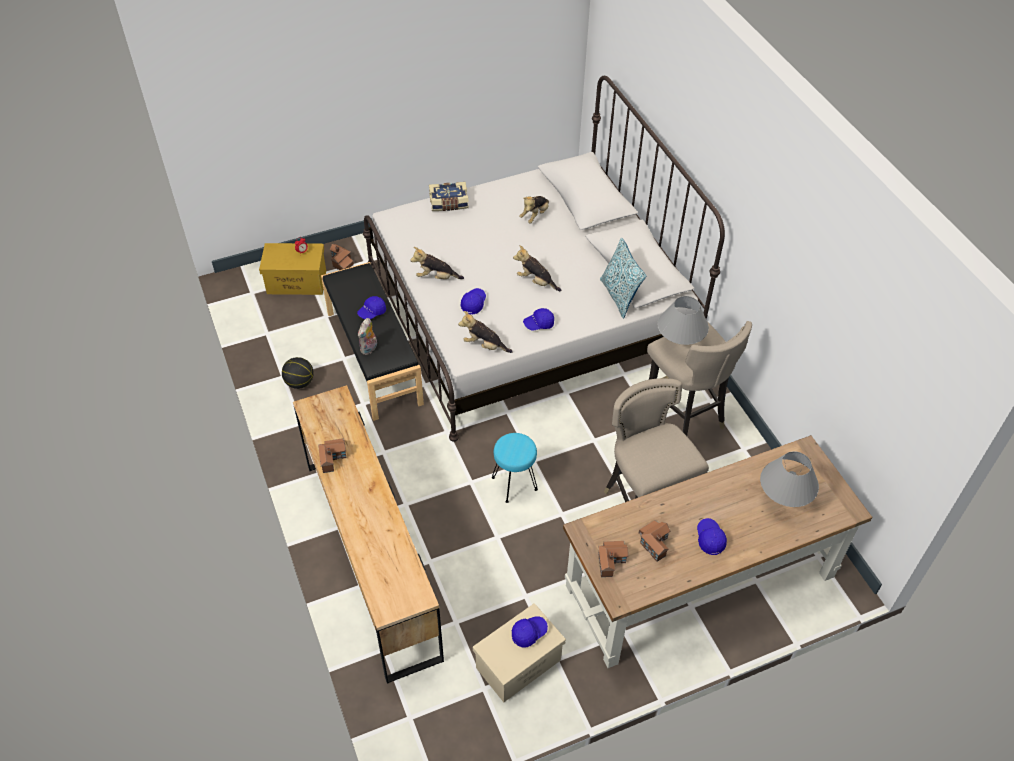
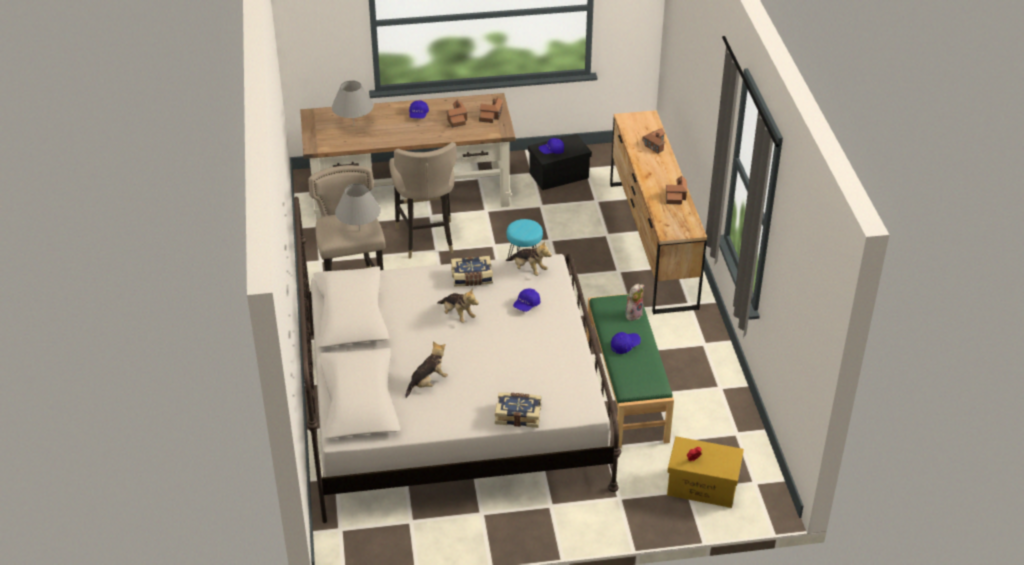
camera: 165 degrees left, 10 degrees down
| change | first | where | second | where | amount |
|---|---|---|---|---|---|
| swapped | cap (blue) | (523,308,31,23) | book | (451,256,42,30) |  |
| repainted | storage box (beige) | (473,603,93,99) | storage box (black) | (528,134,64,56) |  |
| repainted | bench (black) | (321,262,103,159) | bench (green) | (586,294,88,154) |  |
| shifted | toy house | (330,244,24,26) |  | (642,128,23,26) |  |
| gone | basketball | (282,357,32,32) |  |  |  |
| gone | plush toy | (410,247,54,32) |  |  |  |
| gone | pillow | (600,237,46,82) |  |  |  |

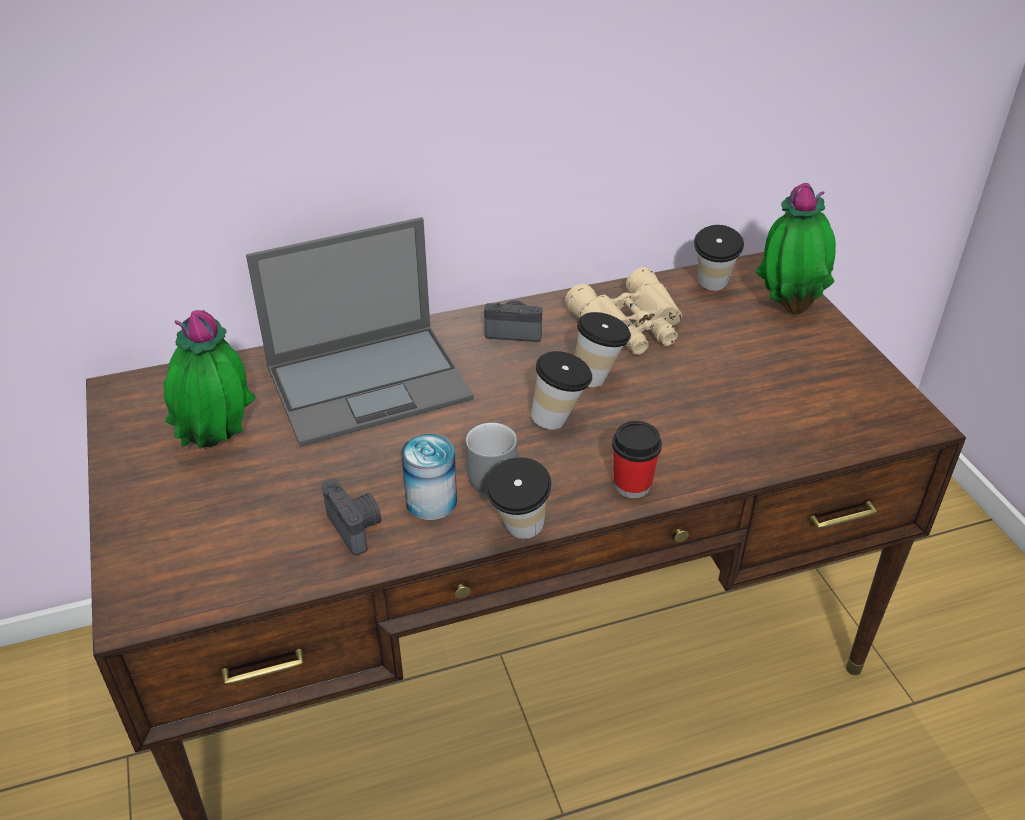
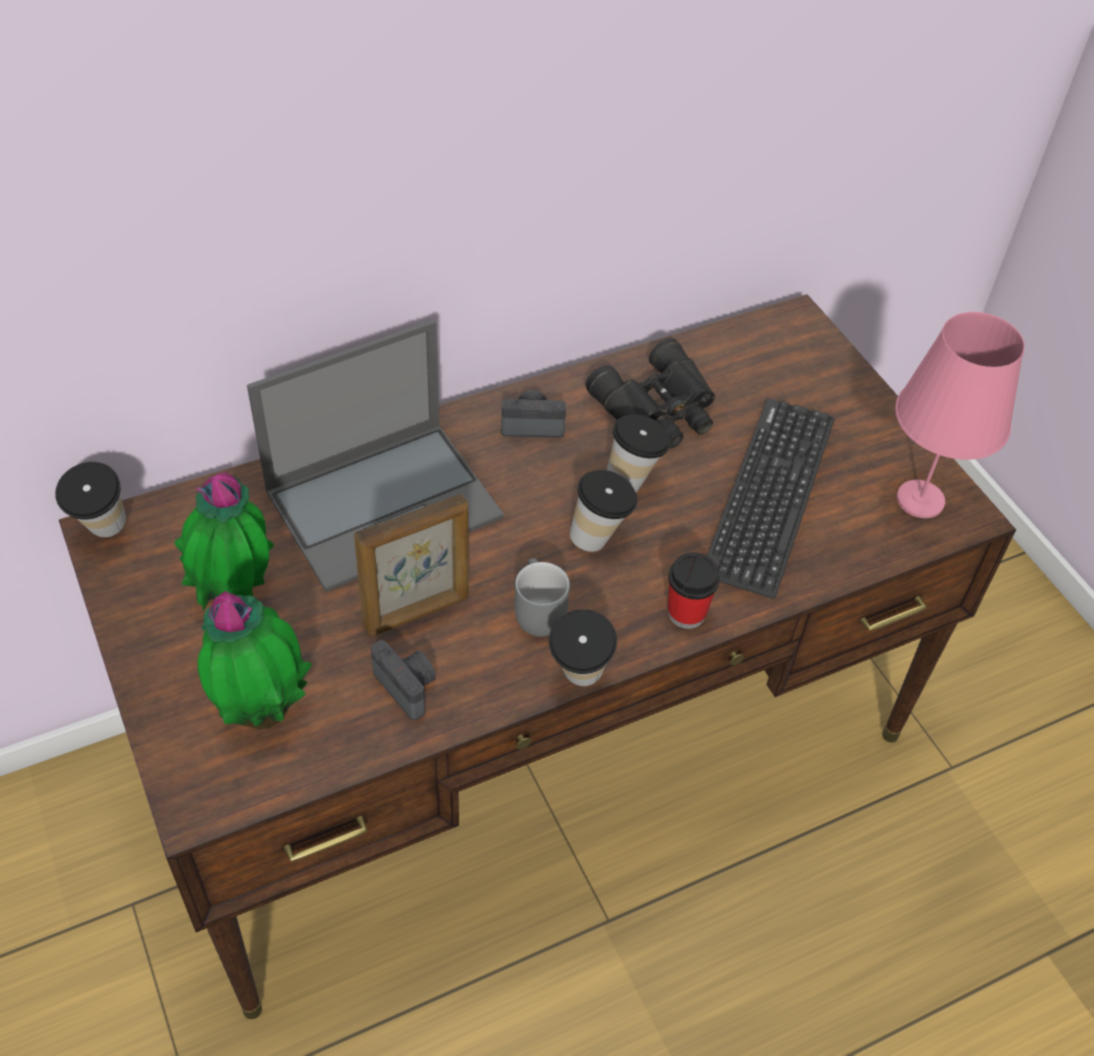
camera: 10 degrees left, 10 degrees up
| change | first | where | second | where | amount |
|---|---|---|---|---|---|
| shifted | cup | (694,225,50,66) |  | (55,462,71,75) |  |
| shifted | potted plant | (755,183,81,131) |  | (198,591,114,138) |  |
| new |  |  | picture frame | (354,494,115,143) |  |
| repainted | binoculars (beige) | (565,267,117,88) | binoculars (black) | (586,338,129,110) |  |
| new |  |  | keyboard | (707,399,127,200) |  |
| new |  |  | table lamp (pink) | (895,312,130,206) |  |
| gone | can | (401,434,56,86) |  |  |  |

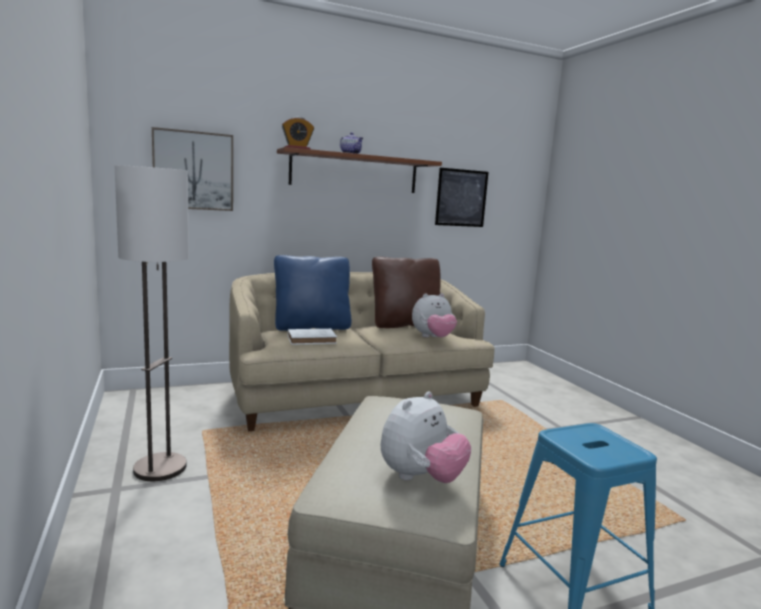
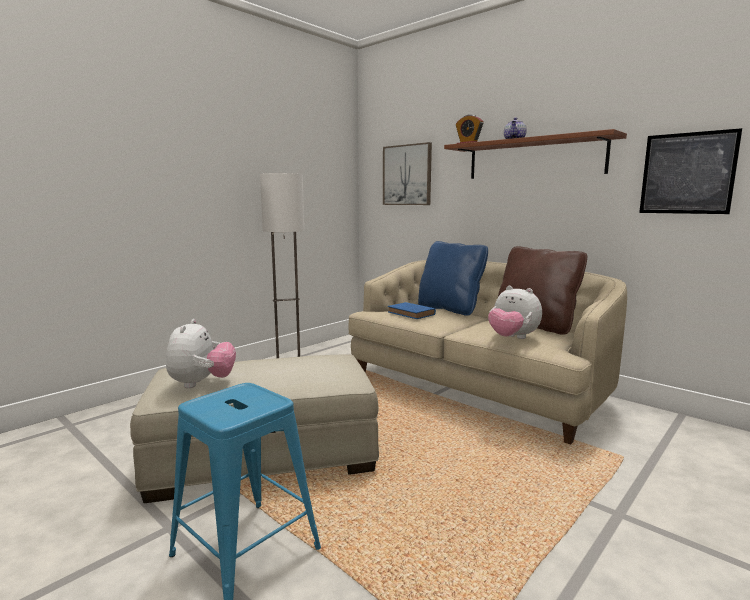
camera: 65 degrees right, 0 degrees up
| change | first | where | second | where | amount |
|---|---|---|---|---|---|
| rotated | plush toy | (381,391,90,92) |  | (166,319,70,69) | 105 degrees counterclockwise |
| repainted | book (white) | (288,329,49,16) | book (blue) | (388,302,48,17) |  |

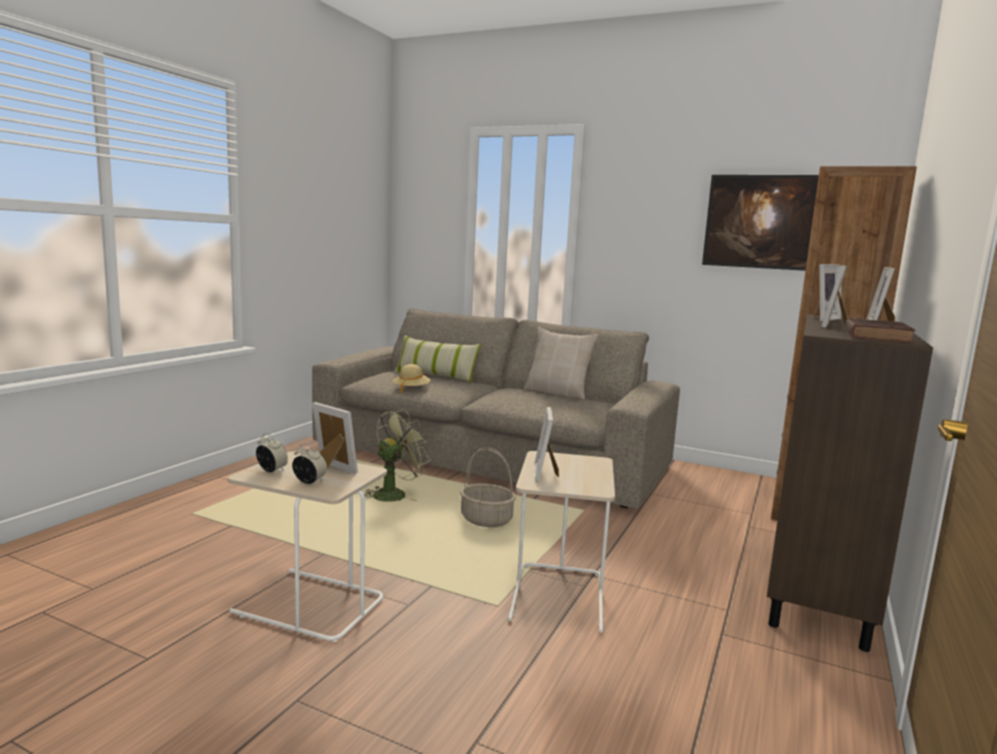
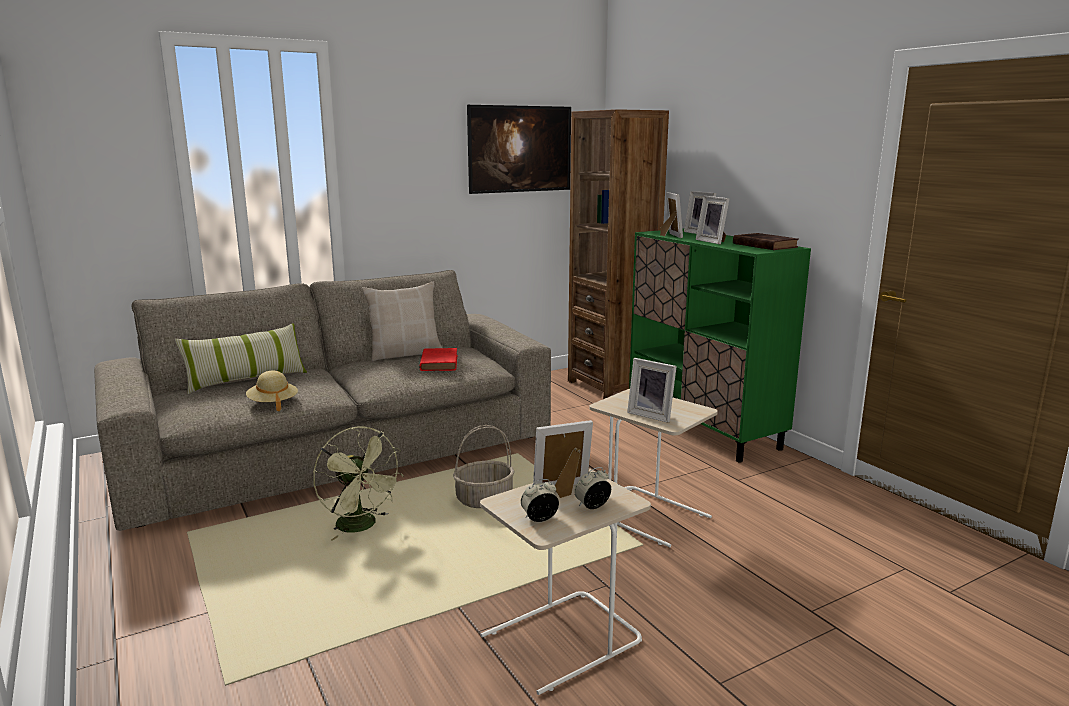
camera: 55 degrees left, 5 degrees up
| change | first | where | second | where | amount |
|---|---|---|---|---|---|
| rotated | fan (green) | (365,409,66,92) |  | (313,427,91,114) | 150 degrees clockwise |
| new |  |  | book (red) | (419,348,38,23) |  |
| repainted | cabinet (brown) | (767,314,166,338) | cabinet (green) | (629,229,182,234) |  |

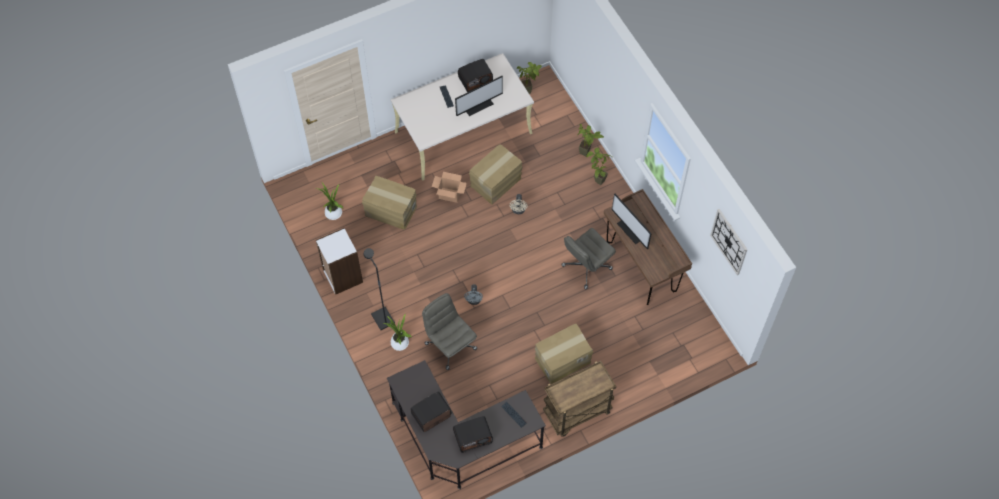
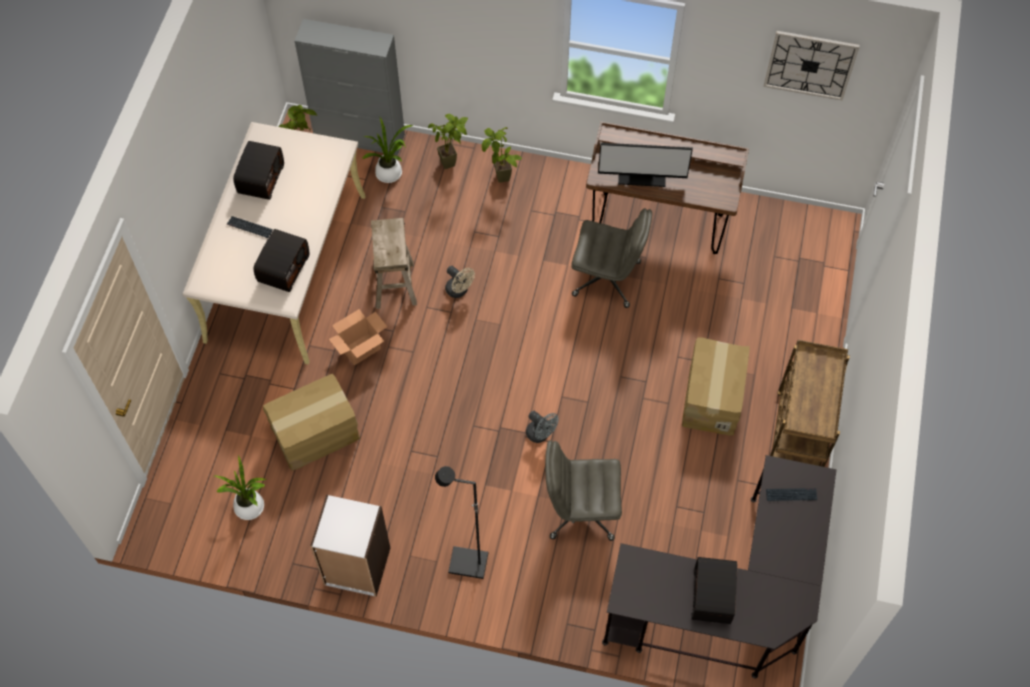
camera: 50 degrees left, 0 degrees up
| change | first | where | second | where | amount |
|---|---|---|---|---|---|
| shifted | radio | (453,416,40,37) |  | (253,229,56,63) |  |
| new |  |  | cabinet (grey) | (294,19,111,137) |  |
| shifted | potted plant | (384,315,27,36) |  | (362,118,51,65) |  |
| swapped | cardboard box | (469,144,53,60) | stool (beige) | (371,218,46,91) |  |
| rotated | office chair (grey) | (561,228,55,61) |  | (571,208,81,100) | 75 degrees counterclockwise |
| gone | monitor | (455,76,48,40) |  |  |  |

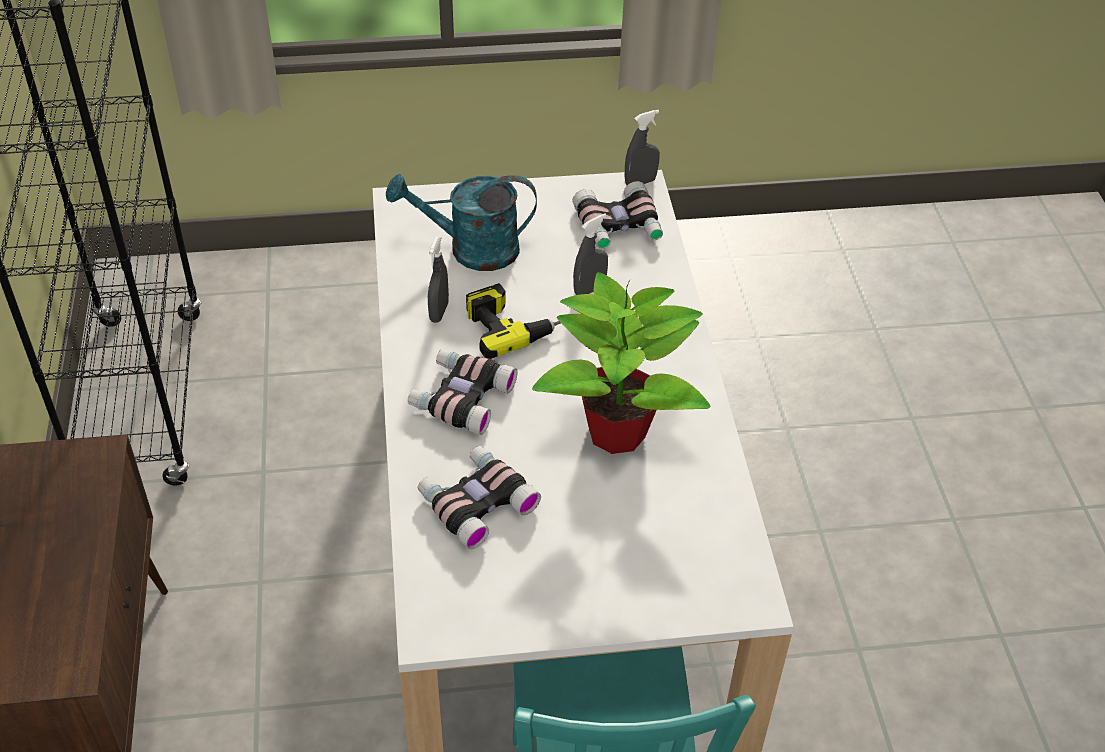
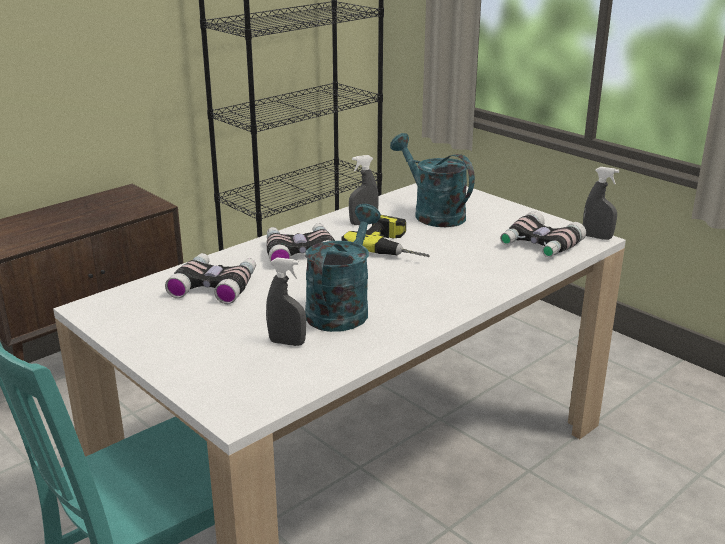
camera: 55 degrees right, 20 degrees down
| change | first | where | second | where | amount |
|---|---|---|---|---|---|
| shifted | spray bottle (grey) | (573,213,35,82) |  | (266,257,40,89) |  |
| swapped | potted plant | (532,272,178,182) | watering can (turquoise) | (305,204,76,128) |  |

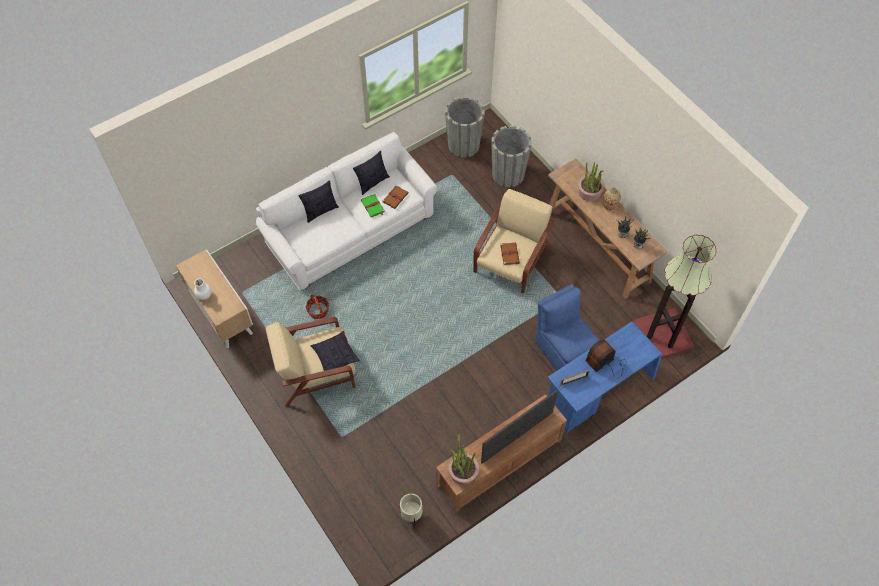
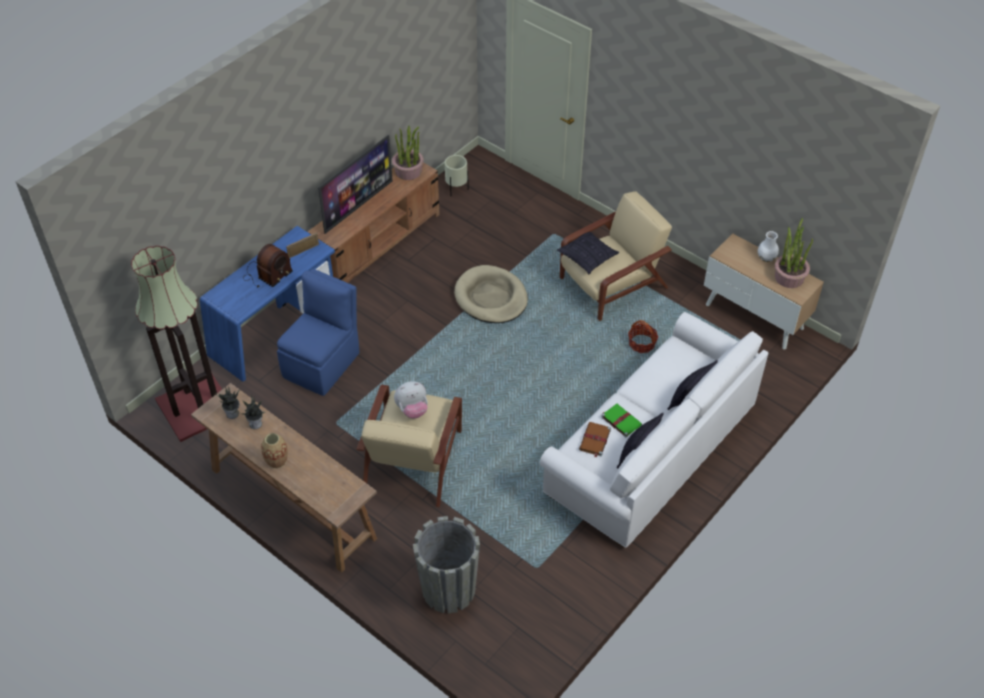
camera: 165 degrees right, 10 degrees down
| change | first | where | second | where | amount |
|---|---|---|---|---|---|
| rotated | chair (blue) | (535,284,65,87) |  | (277,269,83,127) | 105 degrees counterclockwise |
| swapped | book (brown) | (500,243,20,22) | plush toy | (394,381,34,37) |  |
| new |  |  | dog bed (beige) | (454,265,74,58) |  |
| shifted | potted plant | (578,161,27,40) |  | (775,218,38,70) |  |
| gone | planter (grey) | (445,96,40,62) |  |  |  |

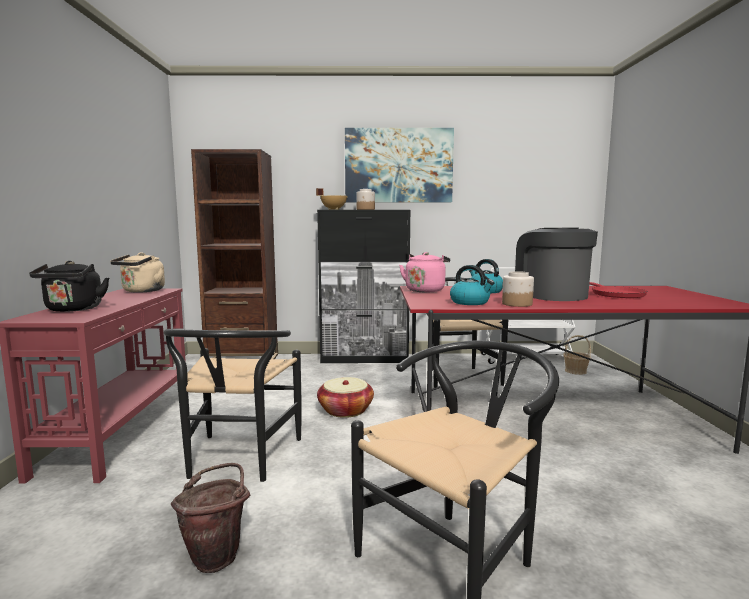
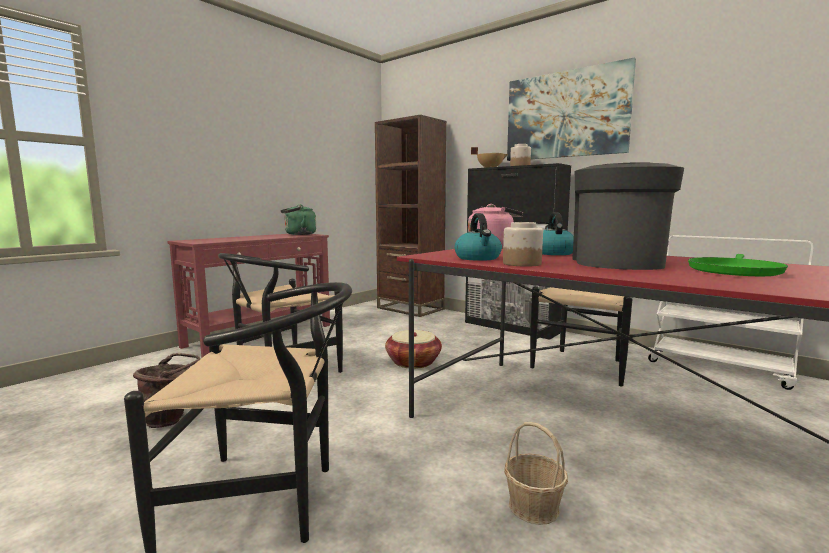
camera: 40 degrees right, 0 degrees up
| change | first | where | second | where | amount |
|---|---|---|---|---|---|
| repainted | kettle (beige) | (110,253,55,40) | kettle (green) | (281,204,35,31) |  |
| shifted | basket | (563,335,28,40) |  | (504,422,64,103) |  |
| repainted | frying pan (red) | (589,282,59,16) | frying pan (green) | (688,254,100,22) |  |
| gone | kettle (black) | (29,261,80,51) |  |  |  |

